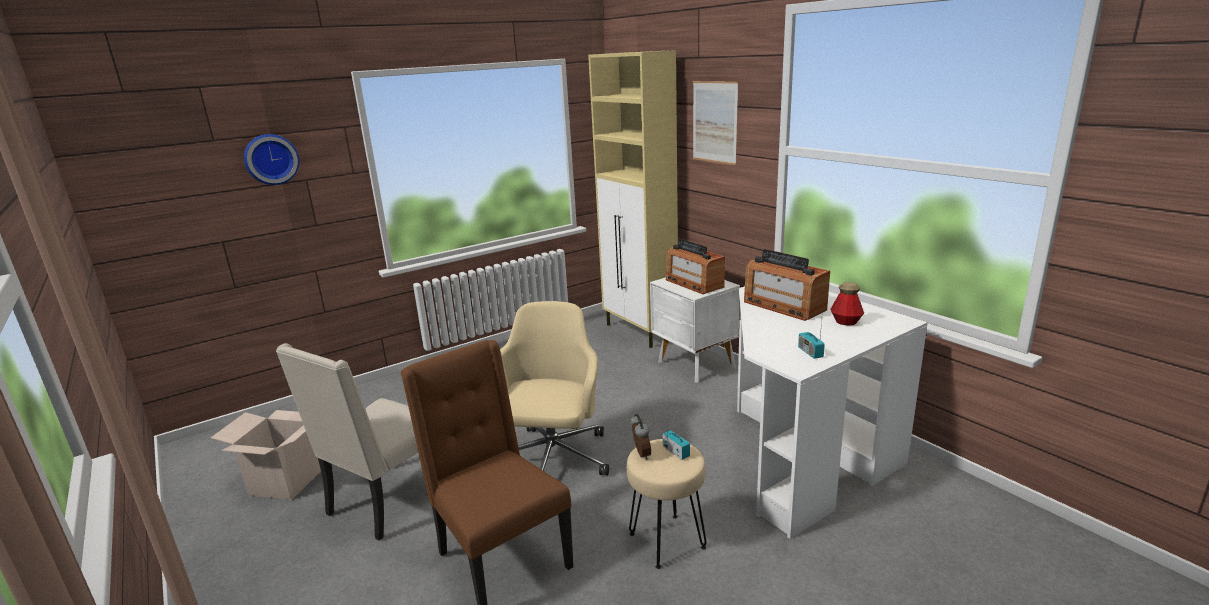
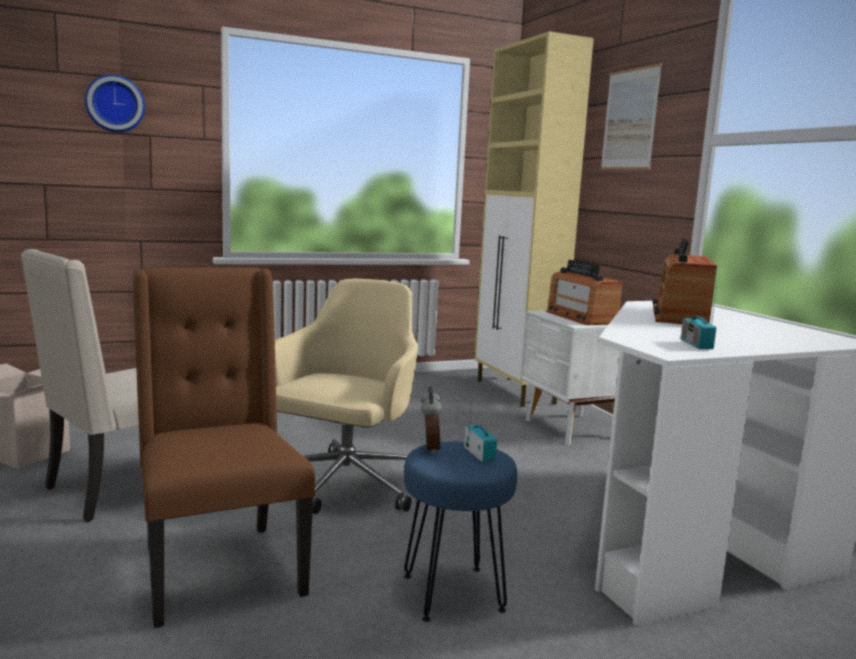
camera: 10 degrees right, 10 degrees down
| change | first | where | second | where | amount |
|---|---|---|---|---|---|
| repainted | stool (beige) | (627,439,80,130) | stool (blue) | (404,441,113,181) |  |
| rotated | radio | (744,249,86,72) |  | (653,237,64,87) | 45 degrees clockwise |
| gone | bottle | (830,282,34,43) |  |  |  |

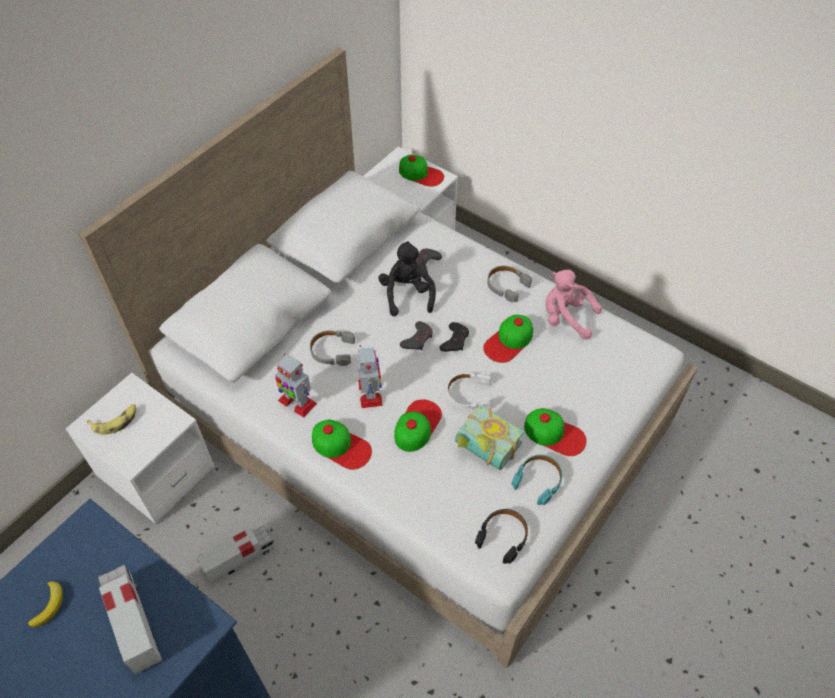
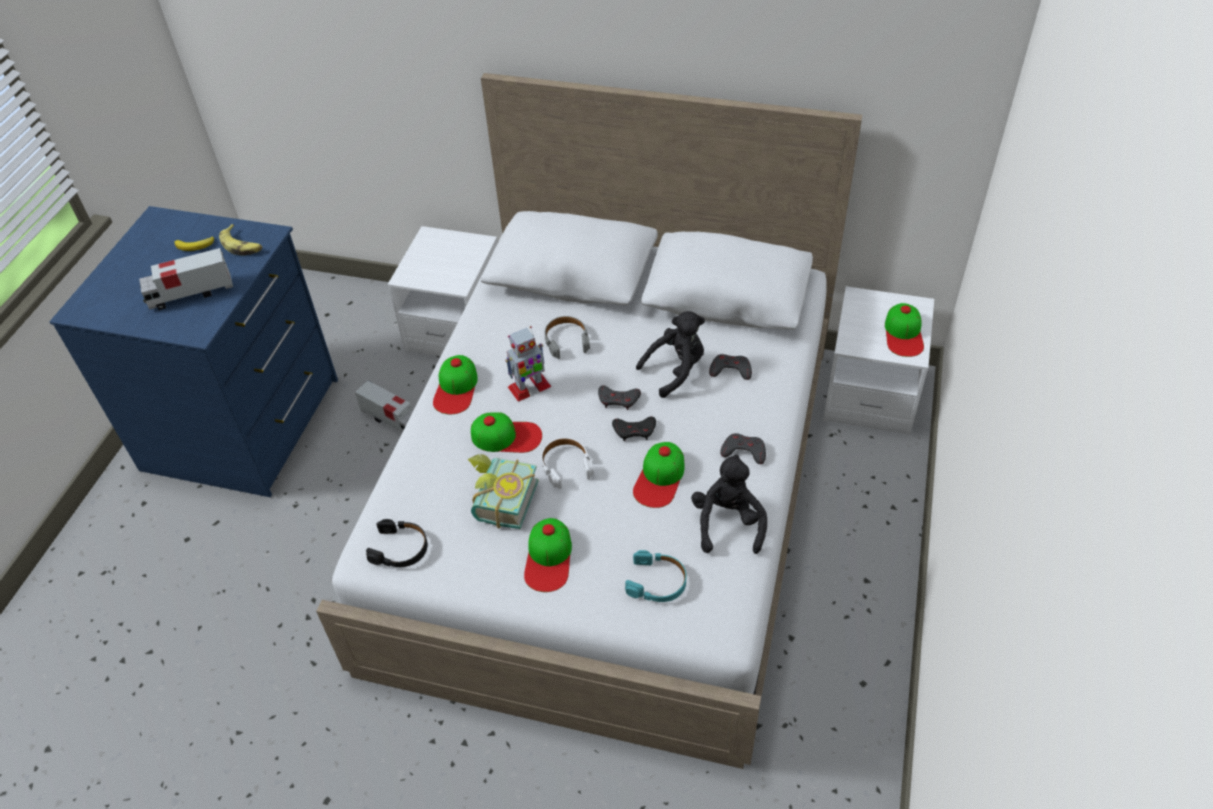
camera: 70 degrees right, 5 degrees down
| change | first | where | second | where | amount |
|---|---|---|---|---|---|
| rotated | toy truck | (98,565,64,110) |  | (139,248,94,62) | 150 degrees counterclockwise |
| shifted | banana | (87,404,49,30) |  | (219,224,43,31) |  |
| shifted | headphones (turquoise) | (511,455,52,50) |  | (625,550,61,52) |  |
| rotated | cap | (483,315,50,48) |  | (633,442,52,66) | 90 degrees counterclockwise |
| repainted | plush toy (pink) | (545,270,57,70) | plush toy (black) | (691,454,76,100) |  |
| swapped | headphones (grey) | (487,266,45,36) | game controller (grey) | (720,433,46,31) |  |
| gone | toy robot | (275,353,42,65) |  |  |  |

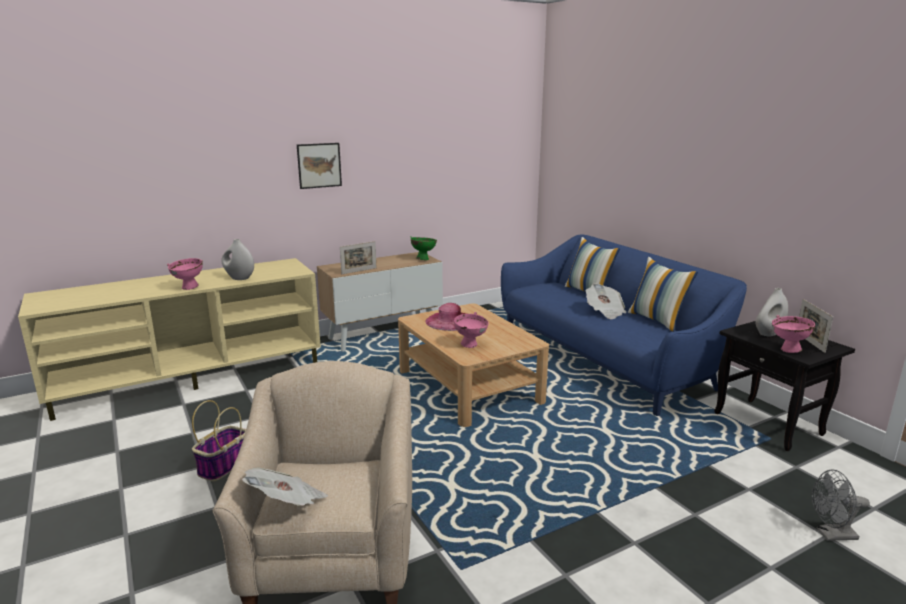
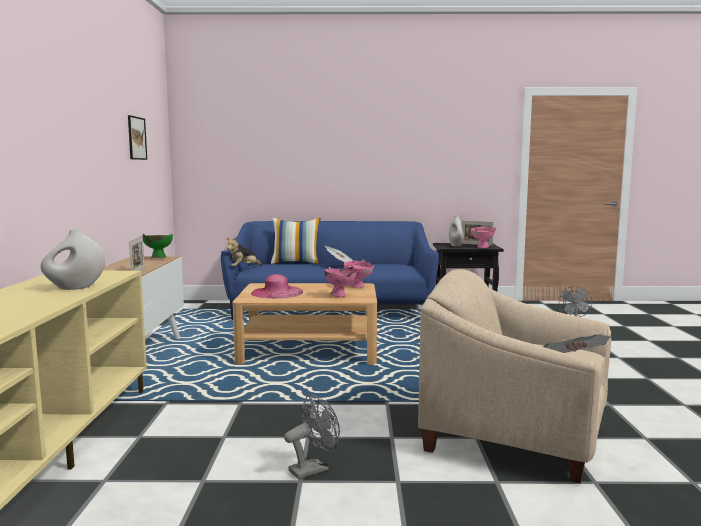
camera: 60 degrees left, 10 degrees down
| change | first | where | second | where | amount |
|---|---|---|---|---|---|
| shifted | picture | (297,143,45,46) |  | (128,115,19,45) |  |
| new |  |  | plush toy | (226,237,36,29) |  |
| swapped | basket | (192,400,54,81) | fan (grey) | (284,394,56,85) |  |
| shifted | bowl (pink) | (167,258,36,32) |  | (344,260,30,28) |  |
| gone | pillow | (628,257,70,75) |  |  |  |

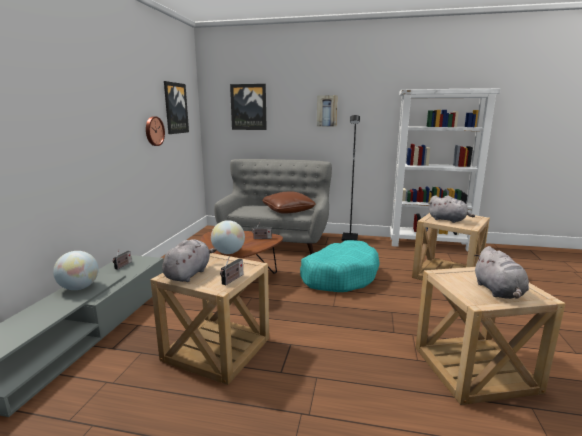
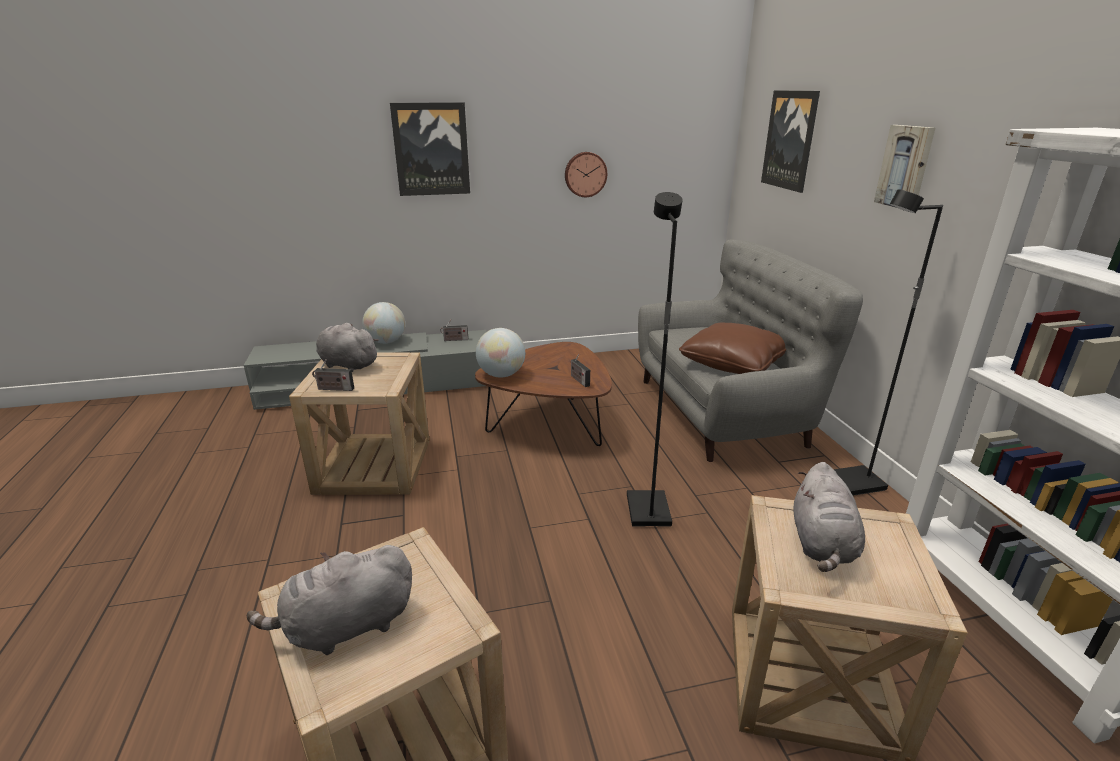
camera: 65 degrees right, 10 degrees up
| change | first | where | second | where | amount |
|---|---|---|---|---|---|
| rotated | plush toy (grey) | (162,239,55,43) |  | (316,323,63,49) | 150 degrees counterclockwise |
| shifted | picture | (164,81,25,53) |  | (390,102,80,94) |  |
| swapped | dog bed (turquoise) | (300,240,80,52) | floor lamp (black) | (627,192,56,335) |  |

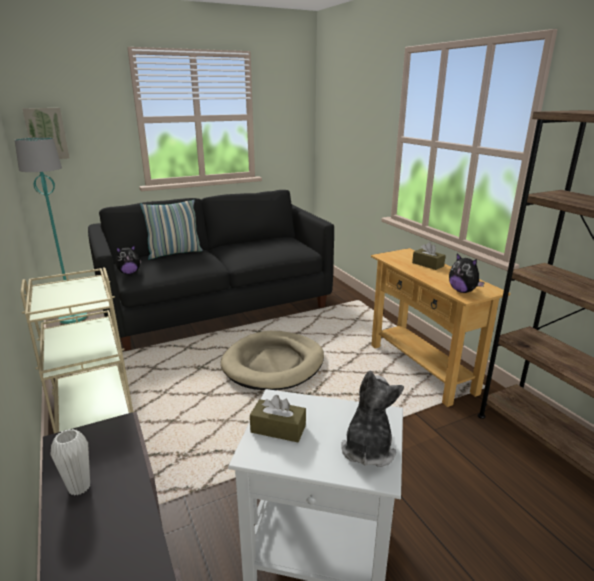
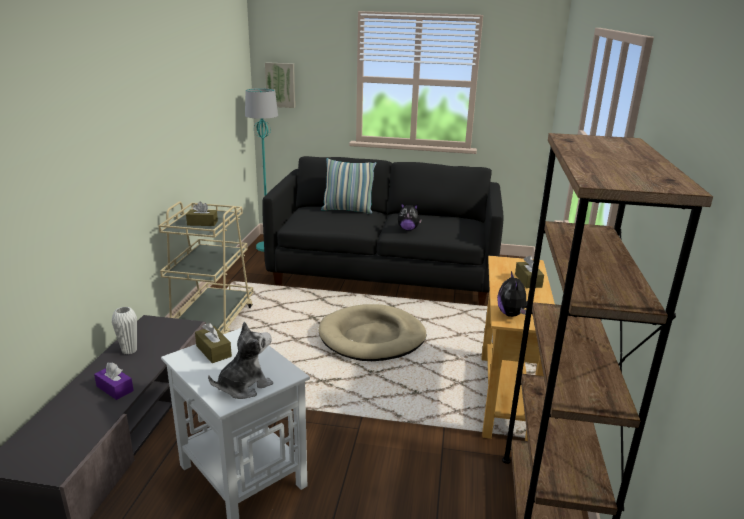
camera: 35 degrees right, 0 degrees up
| change | first | where | second | where | amount |
|---|---|---|---|---|---|
| new |  |  | tissue box (purple) | (94,362,40,38) |  |
| new |  |  | tissue box (brown) | (186,201,32,25) |  |
| shifted | plush toy | (116,245,25,29) |  | (398,203,24,28) |  |

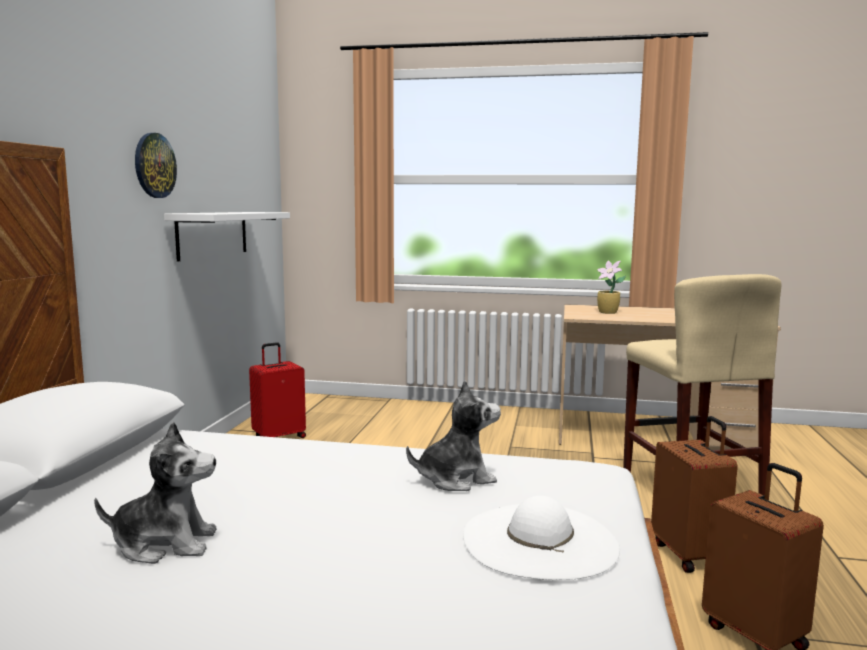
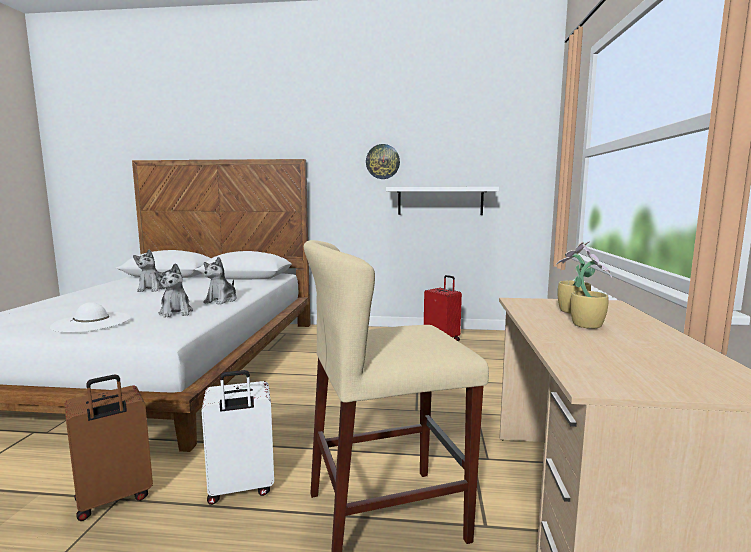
camera: 85 degrees right, 0 degrees up
| change | first | where | second | where | amount |
|---|---|---|---|---|---|
| repainted | suitcase (brown) | (651,416,87,157) | suitcase (white) | (202,370,72,135) |  |
| new |  |  | plush toy | (204,257,33,47) |  |
| new |  |  | potted plant | (570,245,42,84) |  |

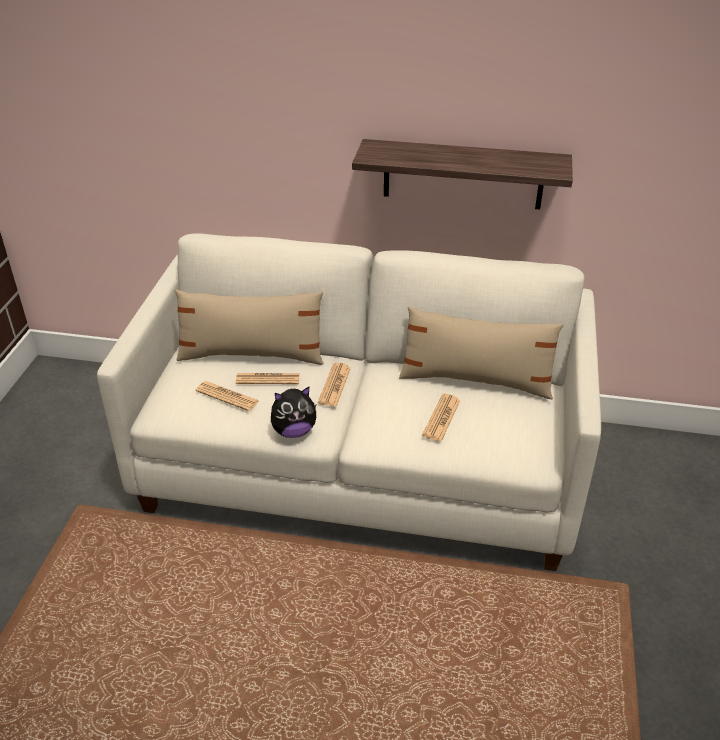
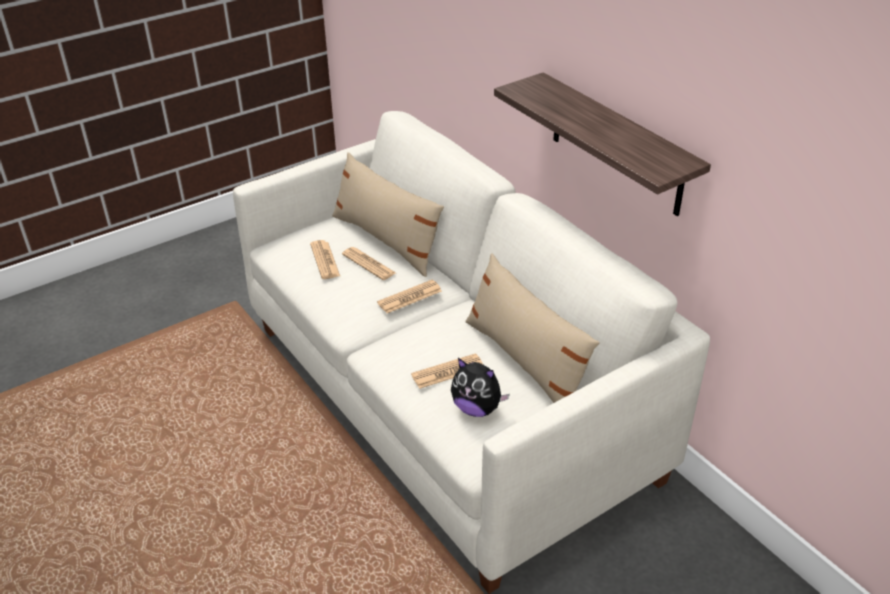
camera: 45 degrees right, 0 degrees up
| change | first | where | second | where | amount |
|---|---|---|---|---|---|
| shifted | plush toy | (271,387,45,51) |  | (451,358,59,59) |  |

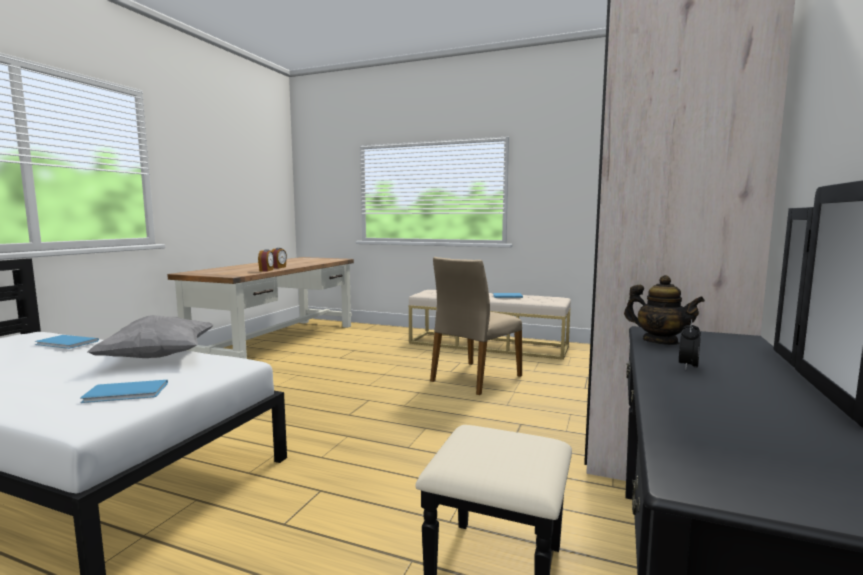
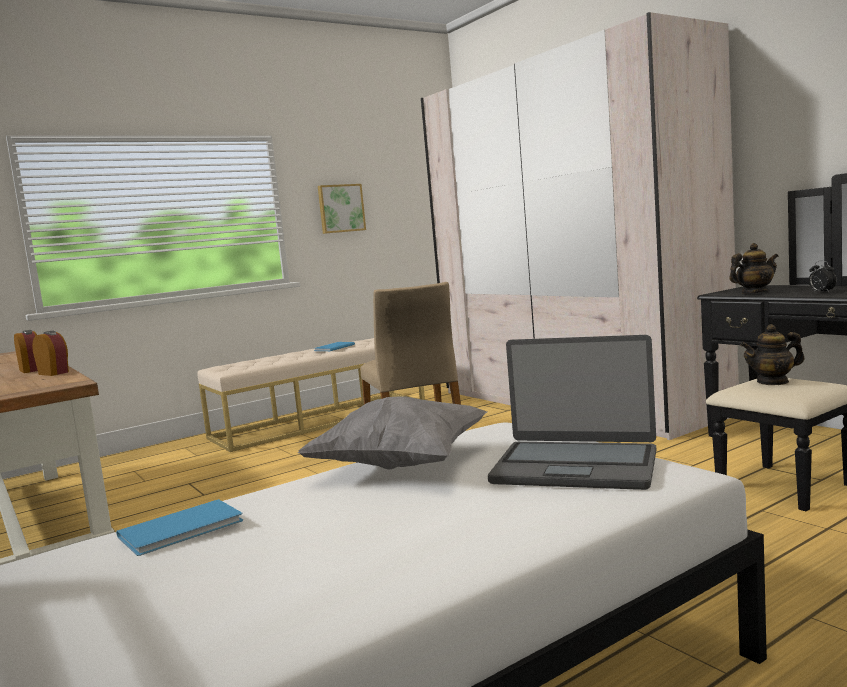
camera: 55 degrees left, 0 degrees up
| change | first | where | second | where | amount |
|---|---|---|---|---|---|
| new |  |  | picture | (318,184,48,50) |  |
| swapped | book (blue) | (80,380,88,23) | laptop | (488,335,168,155) |  |
| new |  |  | teapot | (740,324,64,61) |  |

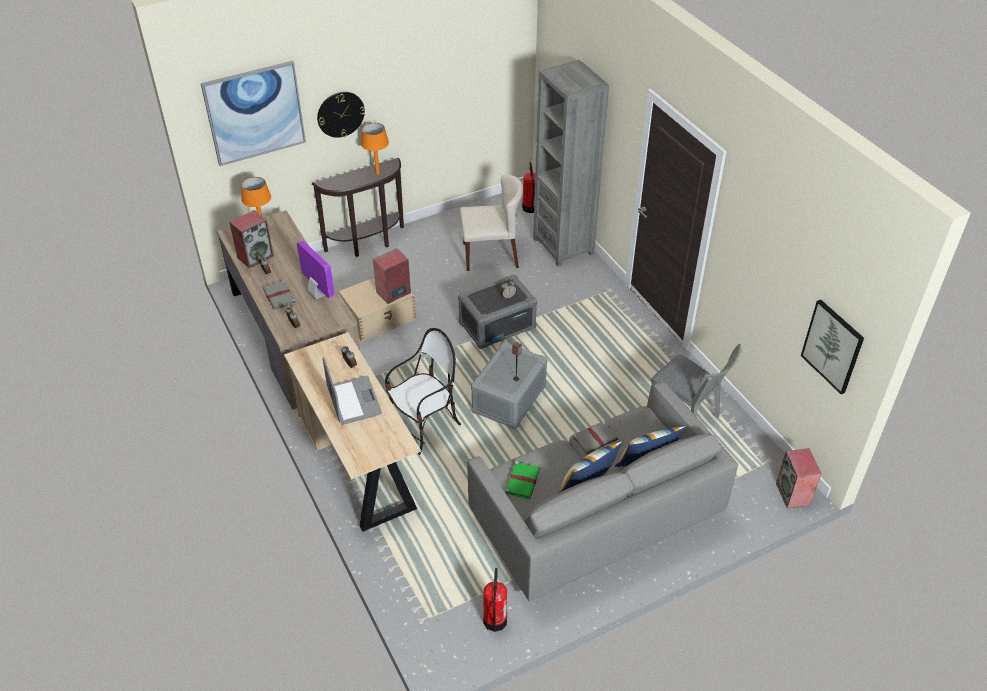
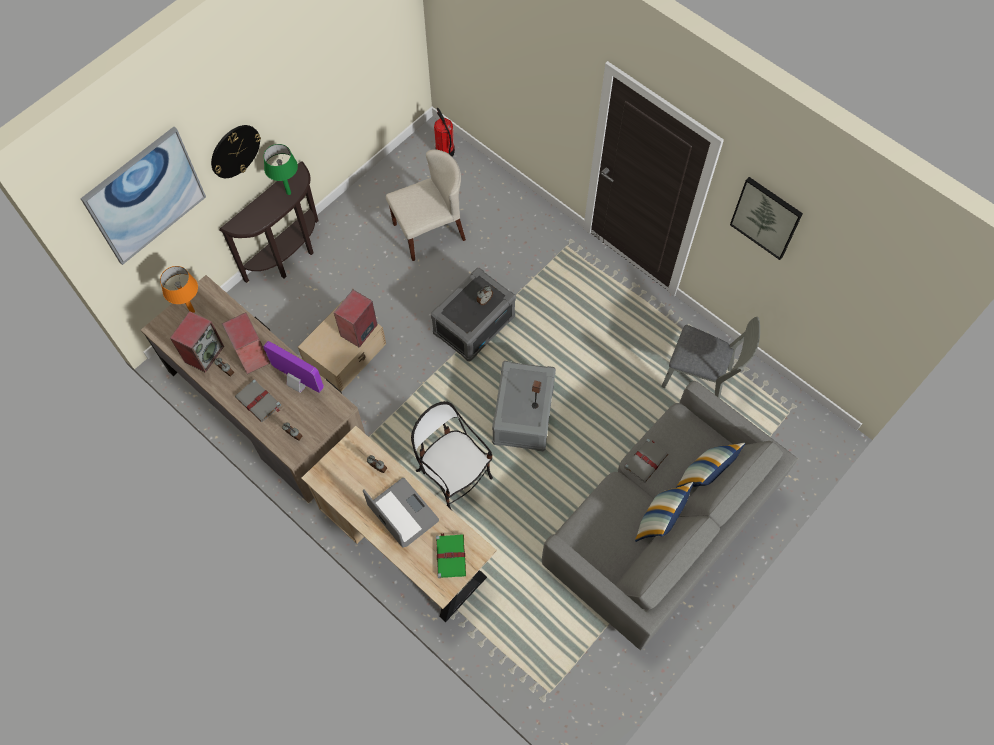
camera: 20 degrees left, 20 degrees up
| change | first | where | second | where | amount |
|---|---|---|---|---|---|
| shifted | speaker | (776,448,46,60) |  | (222,313,48,61) |  |
| repainted | table lamp (orange) | (361,123,28,52) | table lamp (green) | (264,144,34,51) |  |
| rotated | chair | (385,328,76,127) |  | (411,401,82,109) | 75 degrees counterclockwise |
| shifted | book (green) | (505,461,35,38) |  | (436,533,30,45) |  |
| shifted | picture | (801,299,63,95) |  | (730,177,73,83) |  |
| gone | fire extinguisher | (483,568,24,64) |  |  |  |
| gone | bookcase (grey) | (533,60,76,207) |  |  |  |

